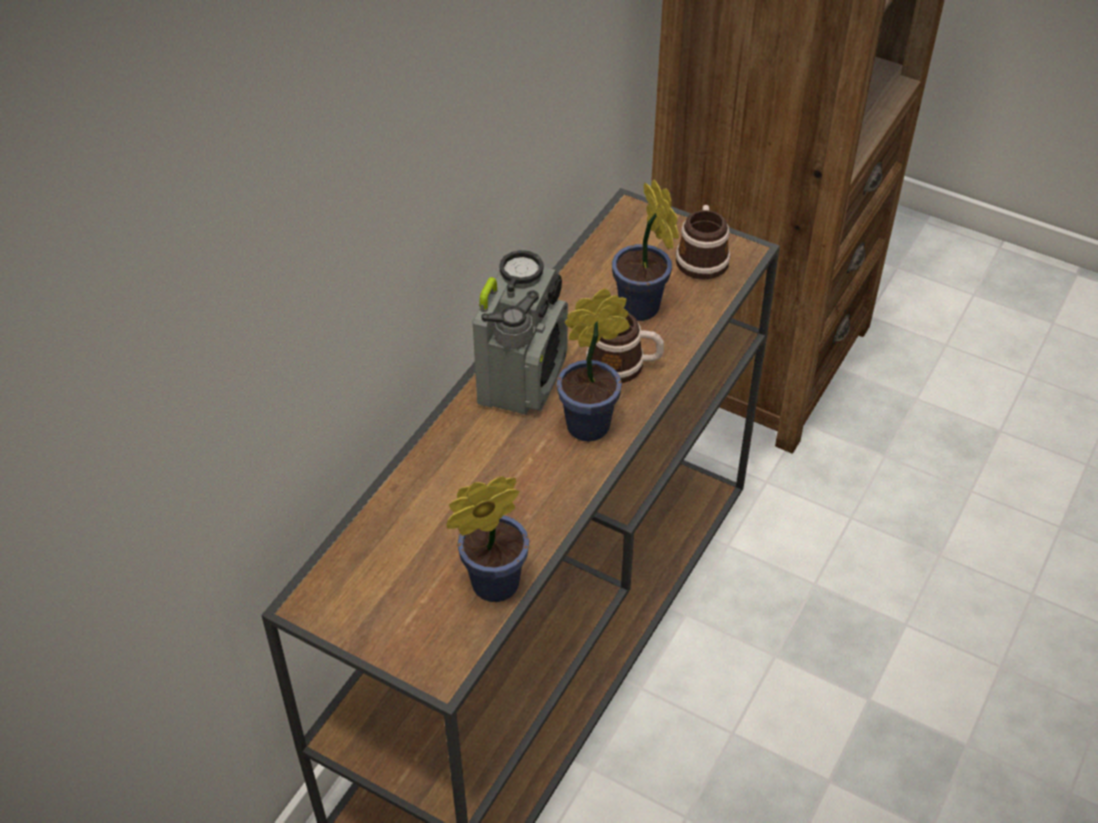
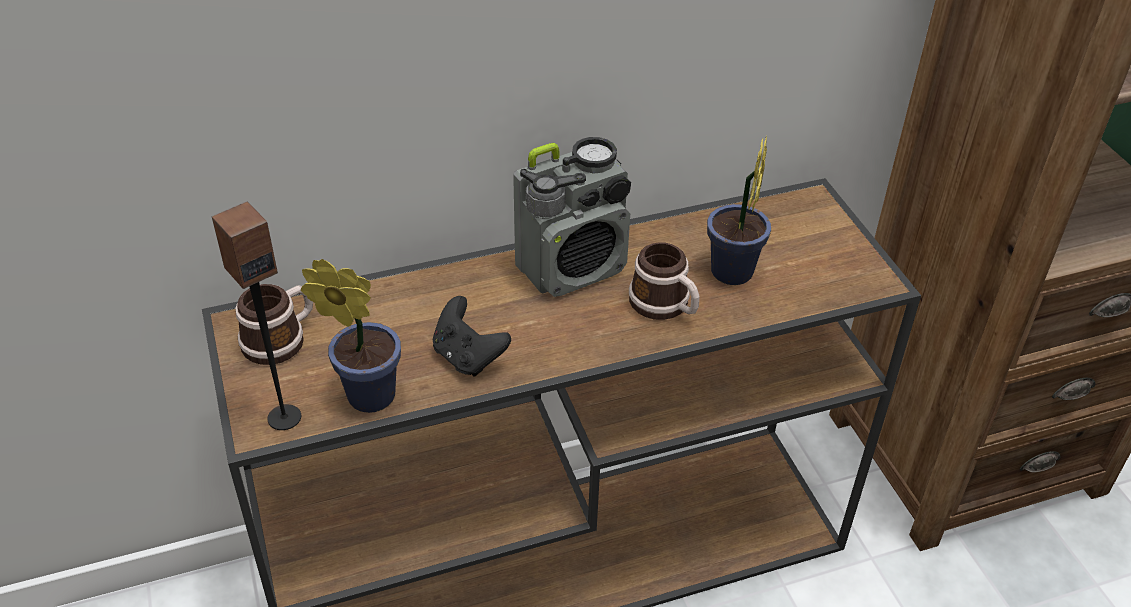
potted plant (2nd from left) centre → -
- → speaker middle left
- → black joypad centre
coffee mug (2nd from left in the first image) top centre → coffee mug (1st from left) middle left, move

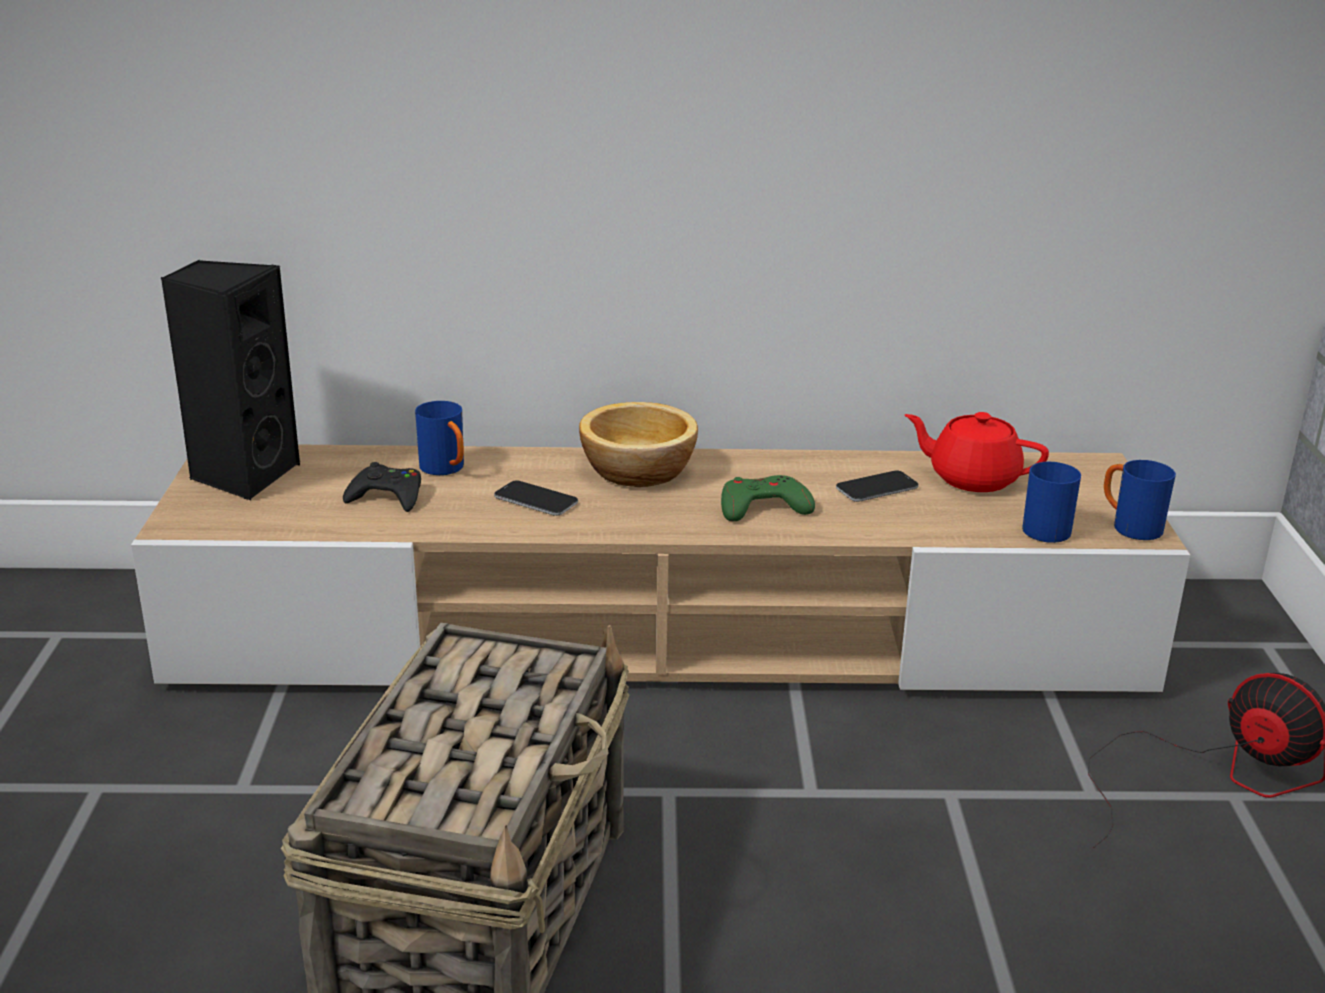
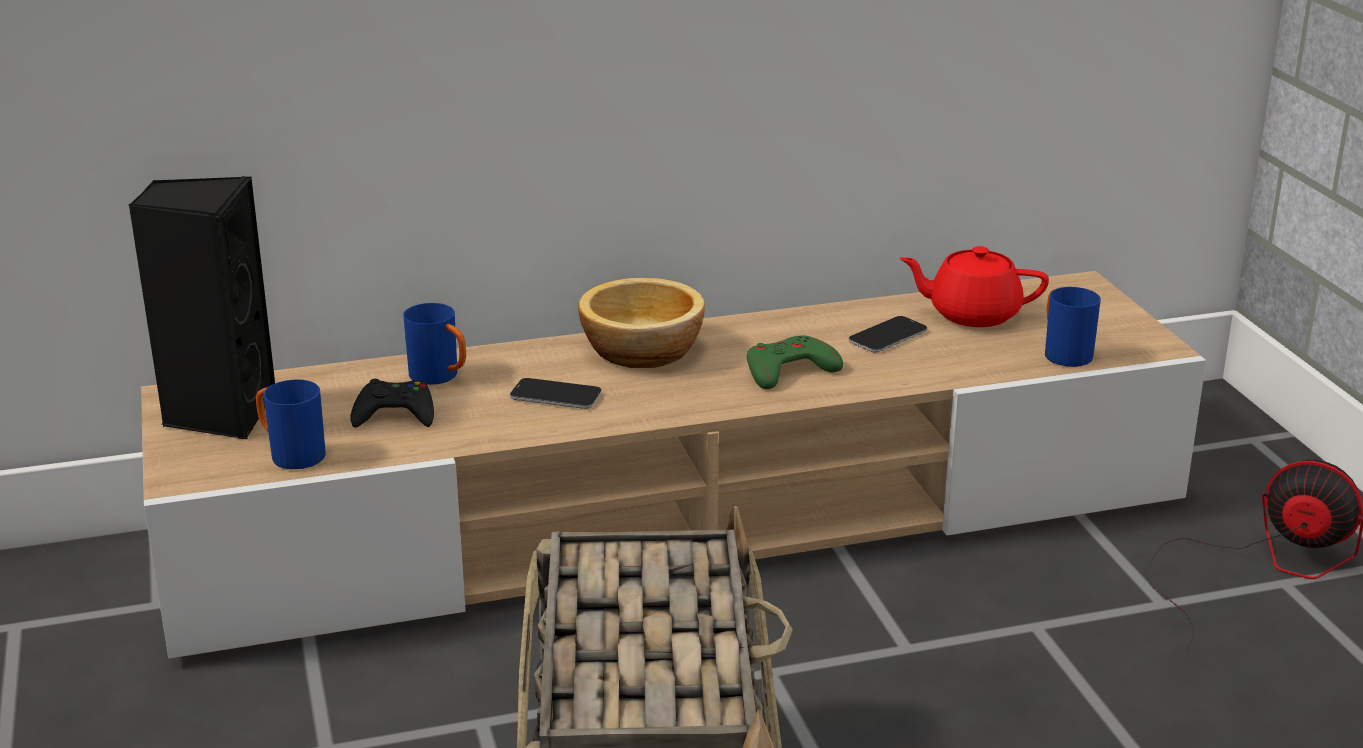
bluish coffee mug (3rd from left in the first image) middle right → bluish coffee mug (1st from left) middle left, move

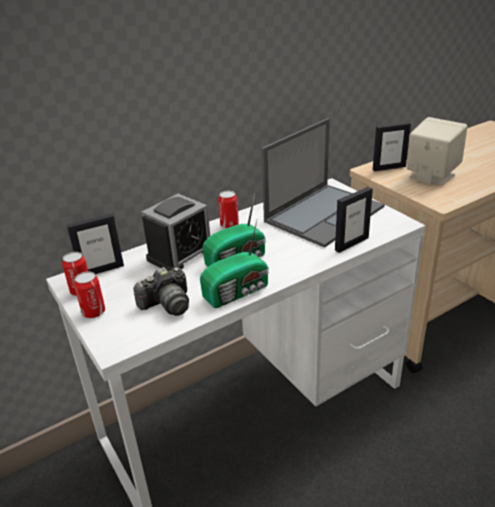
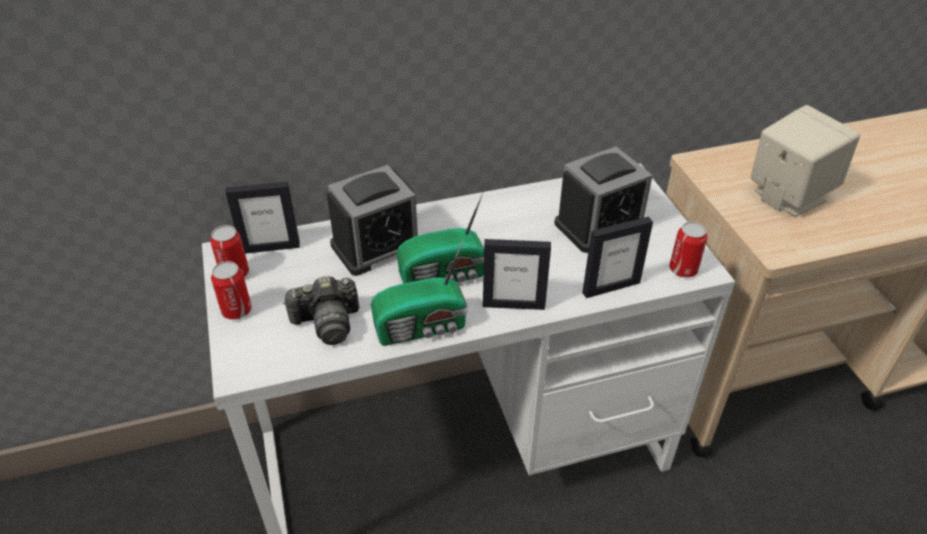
metal can (3rd from left) centre → metal can (3rd from left) middle right, move
photo frame (3rd from left in the first image) top right → photo frame (2nd from left) centre, move
notebook computer centre → table clock (2nd from left) centre

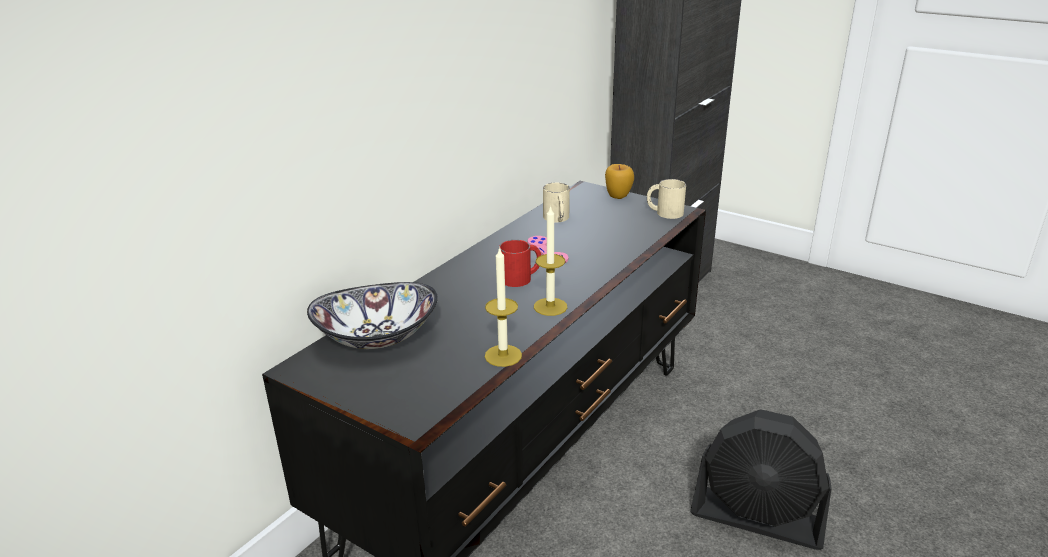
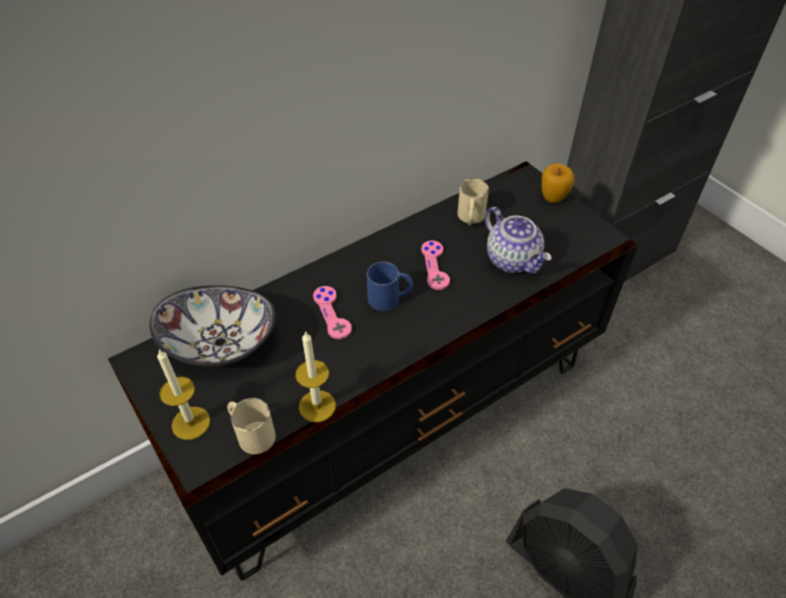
- → pinkish joypad (1st from left) centre
- → pot for tea centre
wax candle (2nd from left in the first image) centre → wax candle (1st from left) middle left, move
beige-coloured coffee mug (2nd from left in the first image) centre → beige-coloured coffee mug (1st from left) bottom left, move
red-coloured coffee mug centre → bluish coffee mug centre

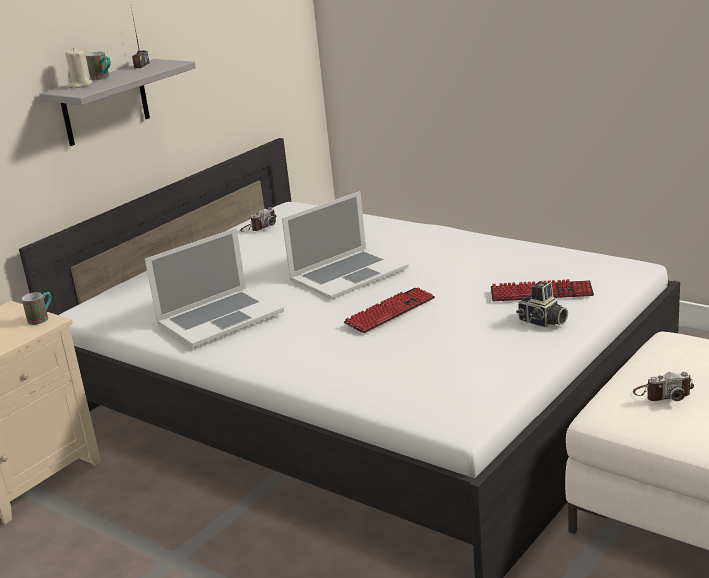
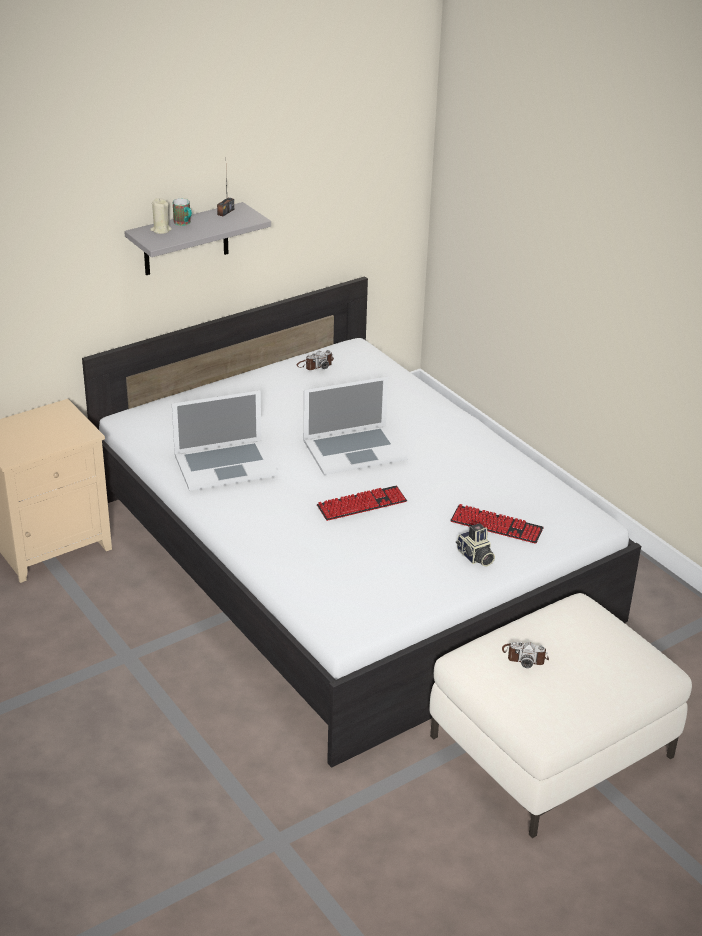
coffee mug (1st from left) middle left → -

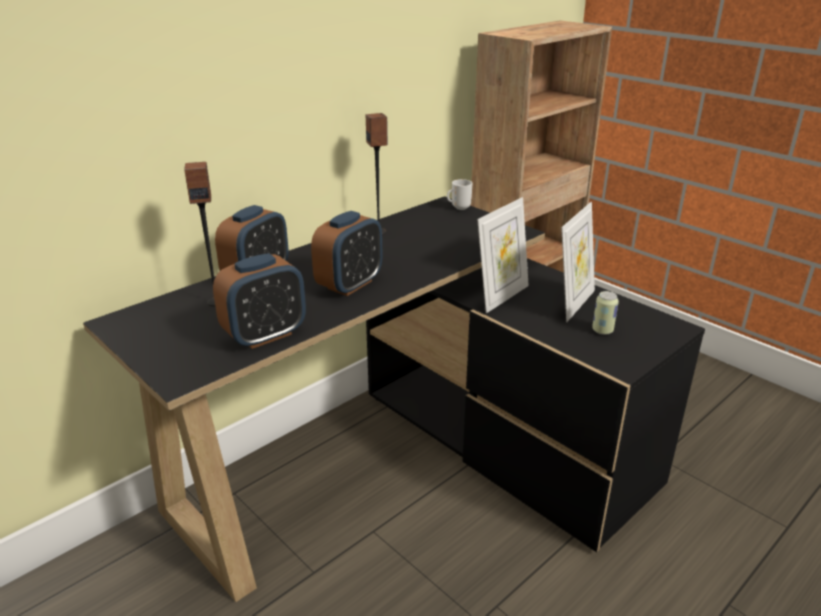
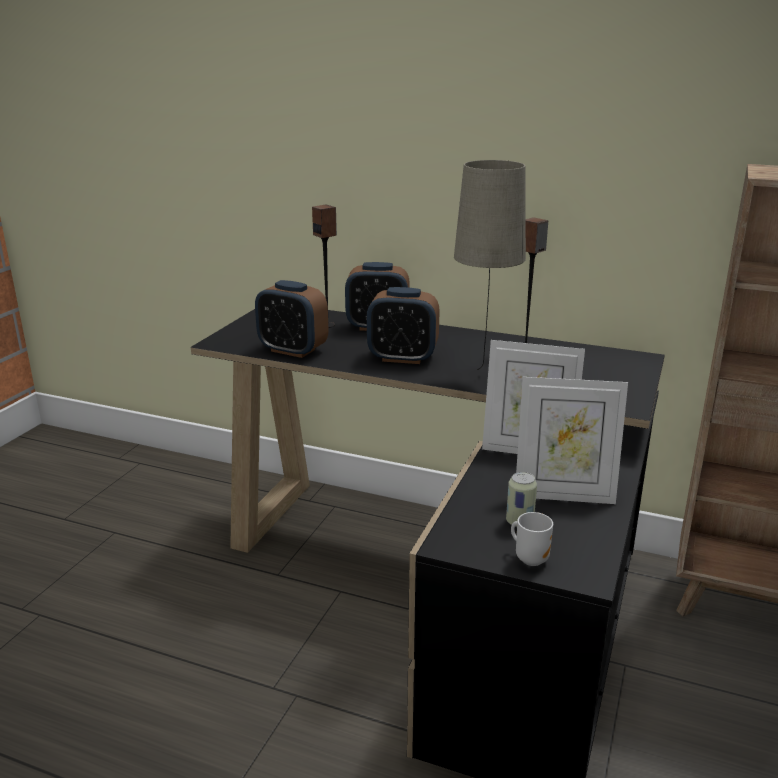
- → beige-coloured tabletop lamp centre
coffee mug top centre → coffee mug bottom right, move

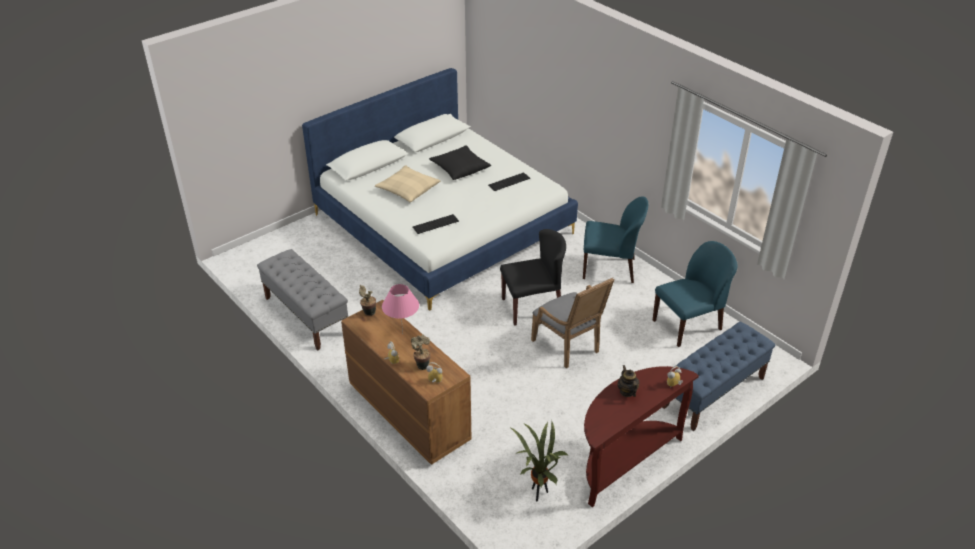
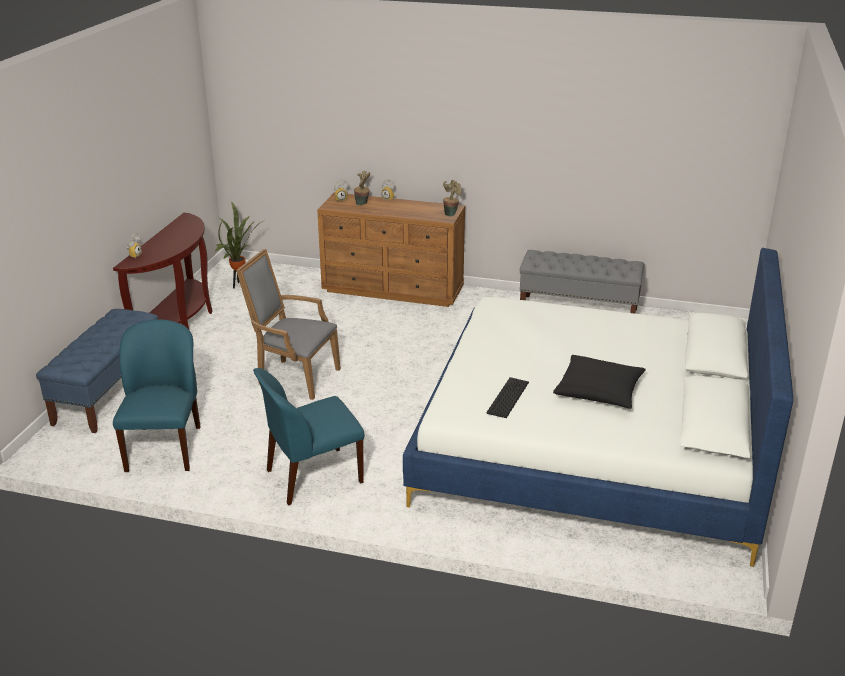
beige-coloured pillow centre → -
pinkish tabletop lamp centre → -
keyboard (1st from left) centre → -
black chair centre → -
pot for tea bottom centre → -
bluish chair (2nd from left in the first image) middle right → bluish chair (1st from left) middle left, 150 degrees clockwise

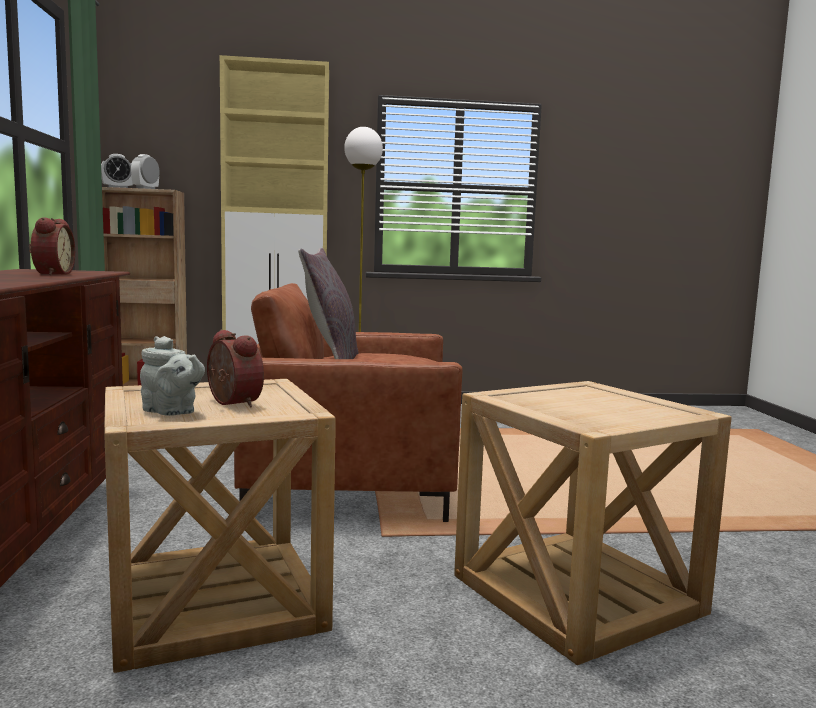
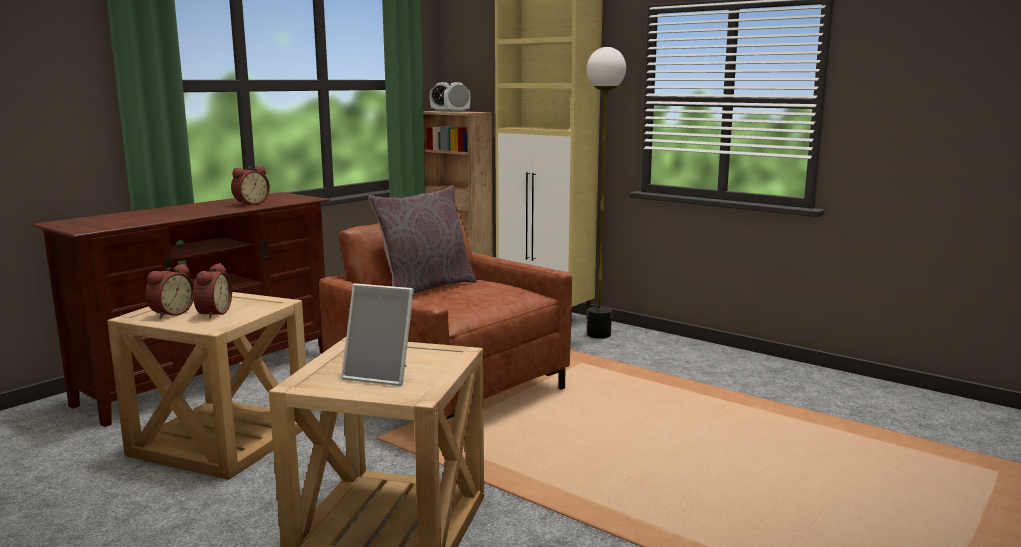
- → photo frame centre
grey pot for tea middle left → table clock (1st from left) middle left

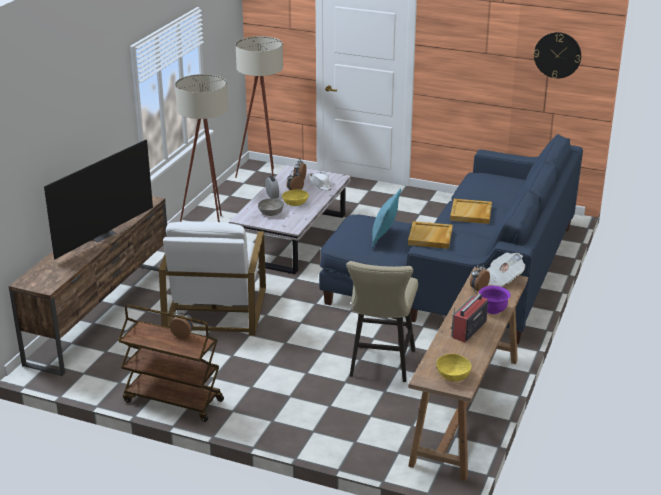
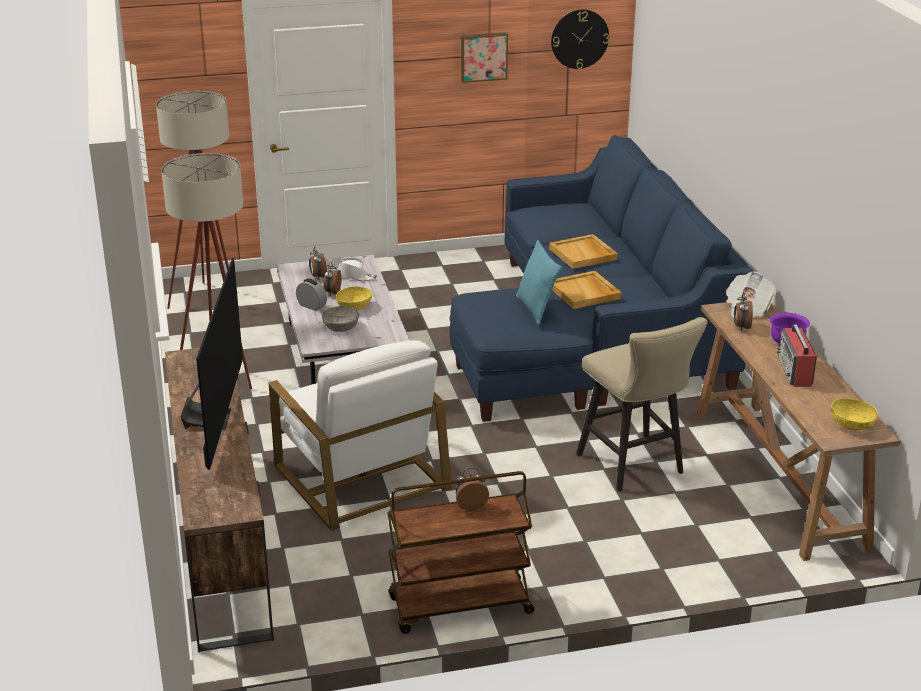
- → wall art top centre

